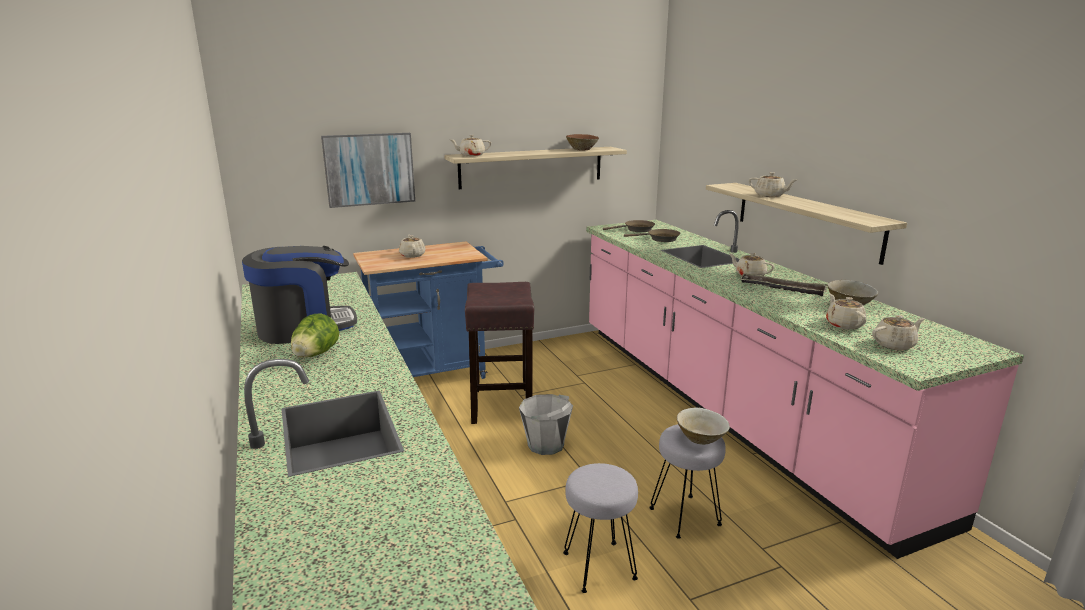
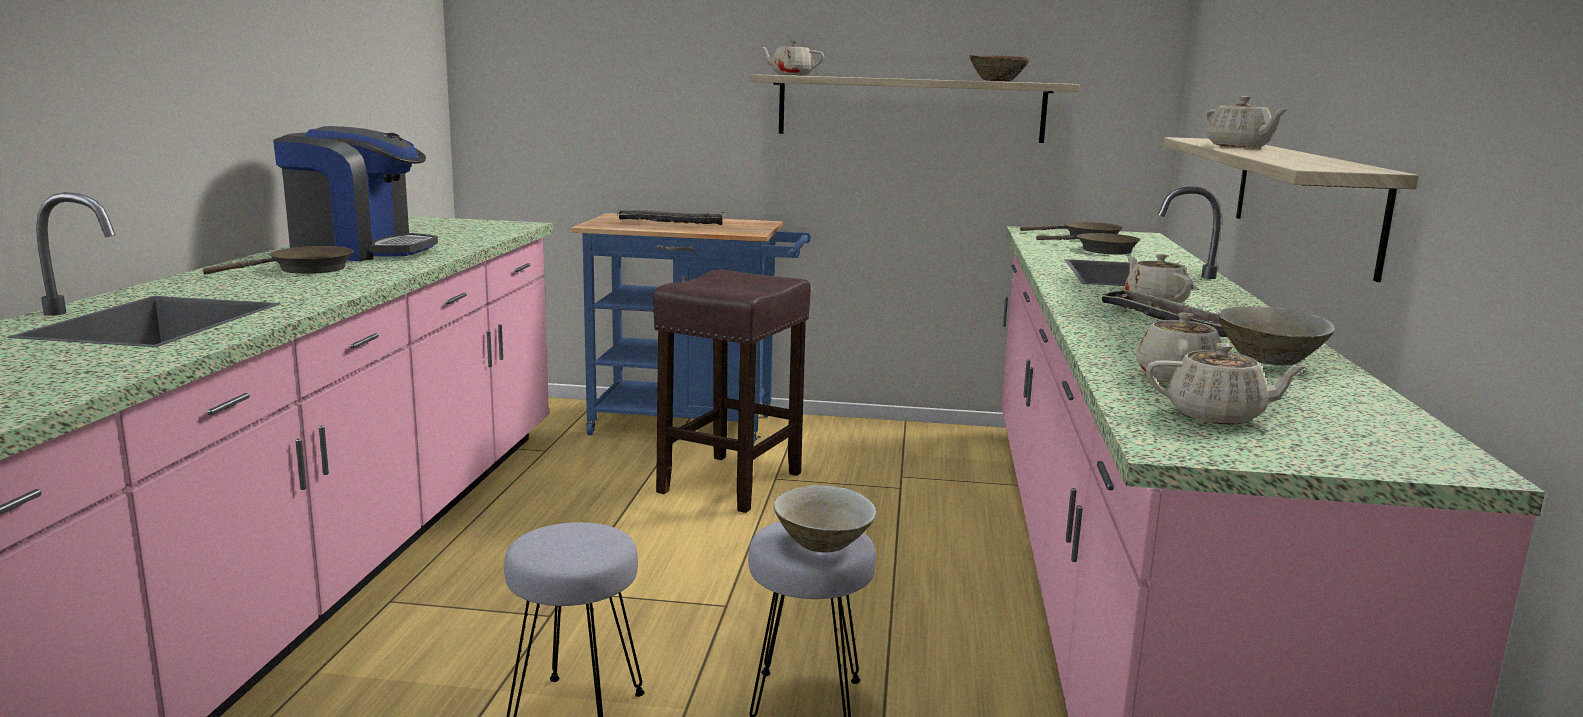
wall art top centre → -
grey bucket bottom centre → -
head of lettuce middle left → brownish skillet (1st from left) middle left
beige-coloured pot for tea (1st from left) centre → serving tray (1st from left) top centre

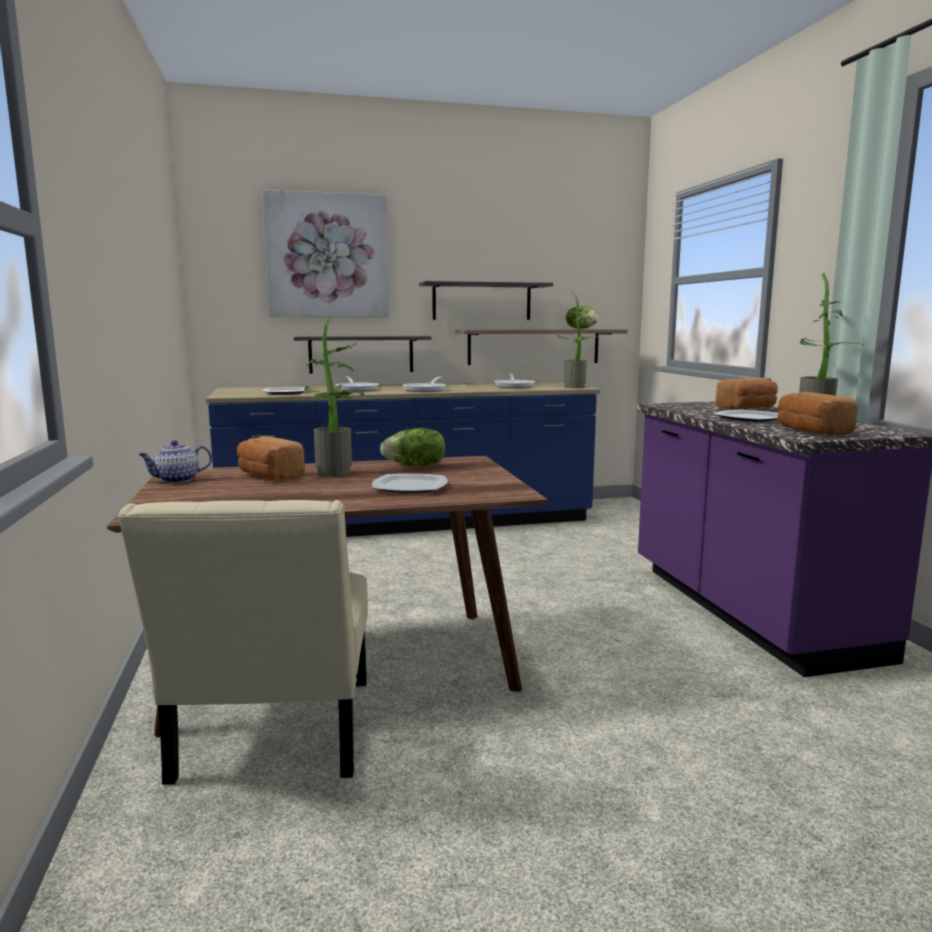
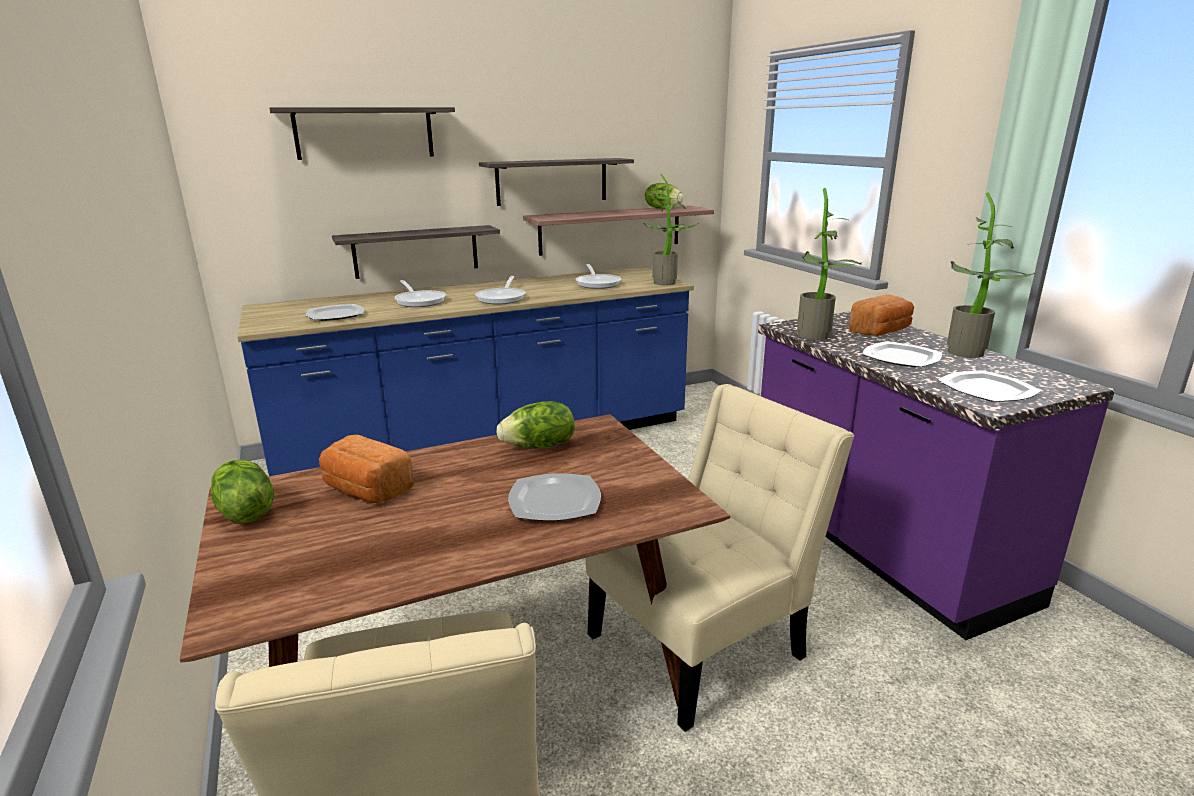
- → beige-coloured chair (2nd from left) bottom centre
potted plant (1st from left in the first image) centre → potted plant (2nd from left) top right, move
pot for tea middle left → head of lettuce (1st from left) middle left
wall art top centre → shelf (1st from left) top left
bakery bread (3rd from left) middle right → flat dish (4th from left) middle right

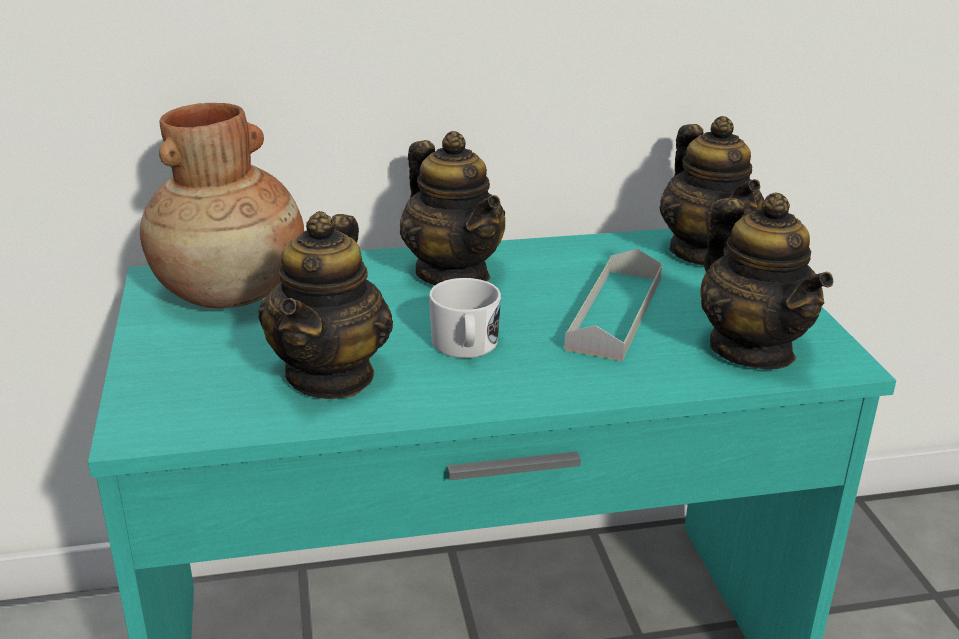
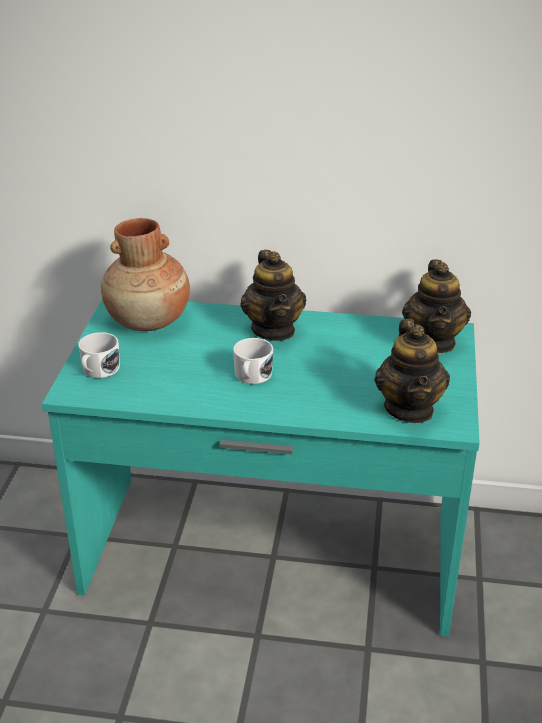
pot for tea (1st from left) centre → -
grey serving tray centre → -
- → whitish coffee mug (1st from left) middle left

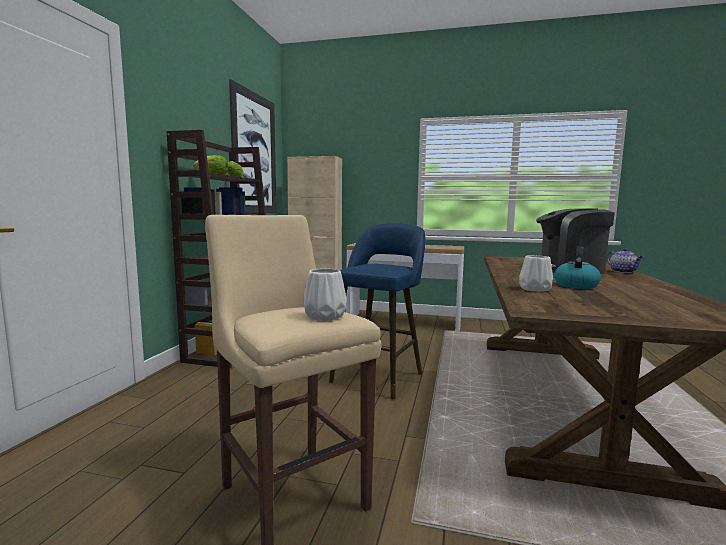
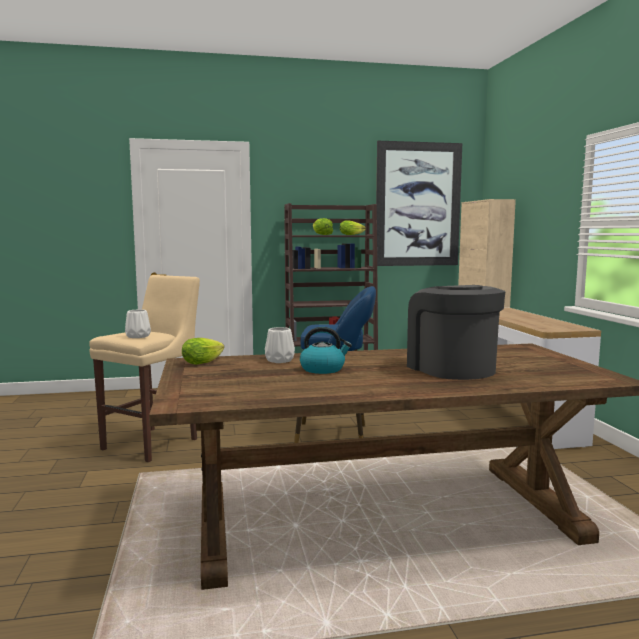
pot for tea middle right → -
- → head of lettuce (1st from left) middle left

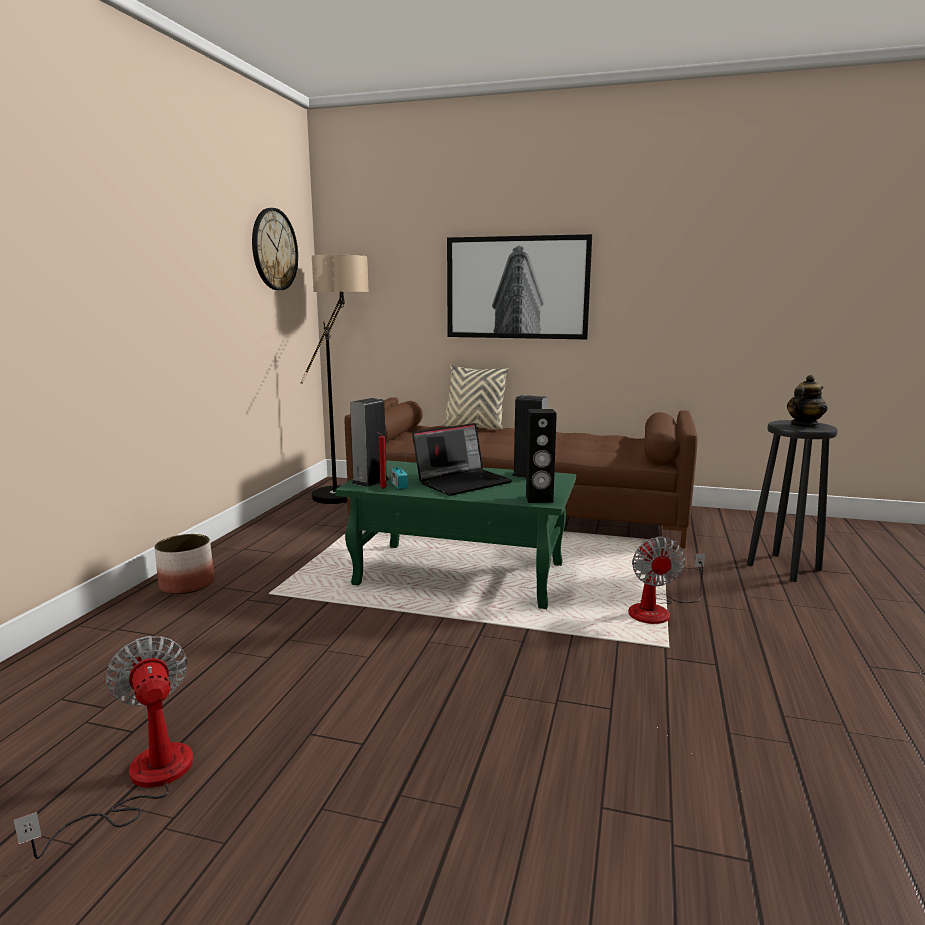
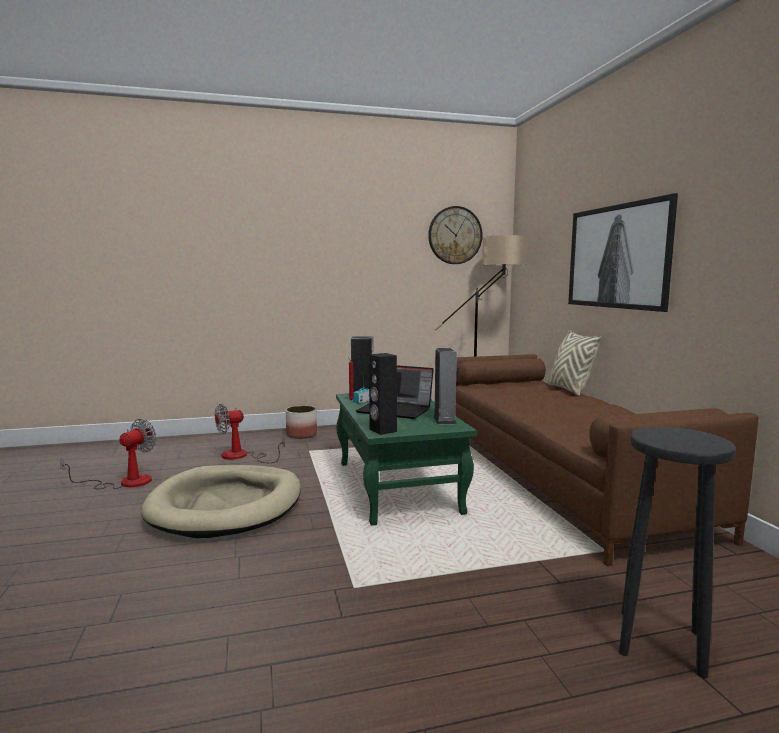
pot for tea middle right → -
- → beige-coloured pet bed bottom left
fan (2nd from left) middle right → fan (2nd from left) middle left, move

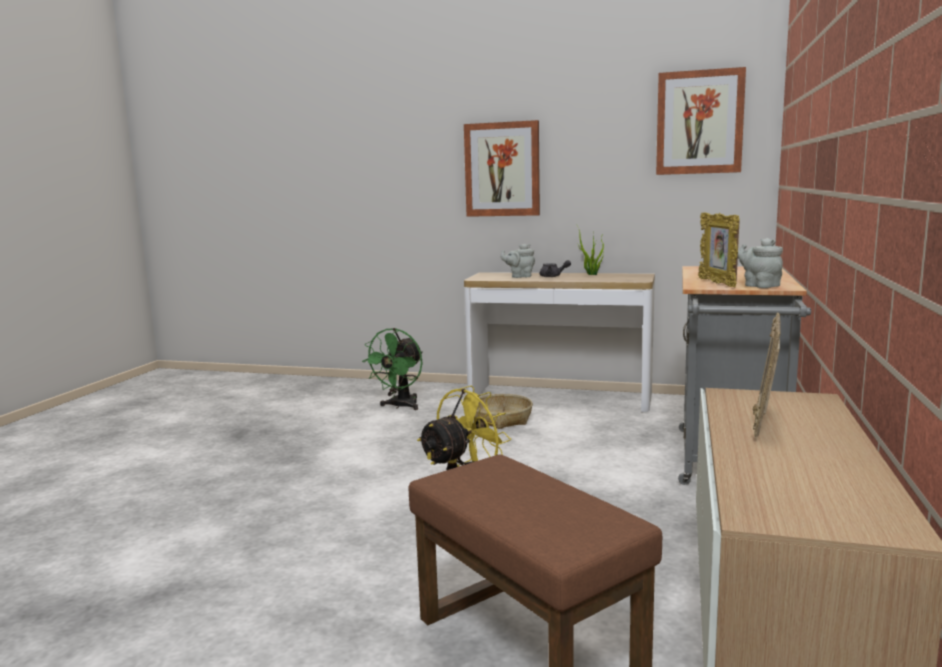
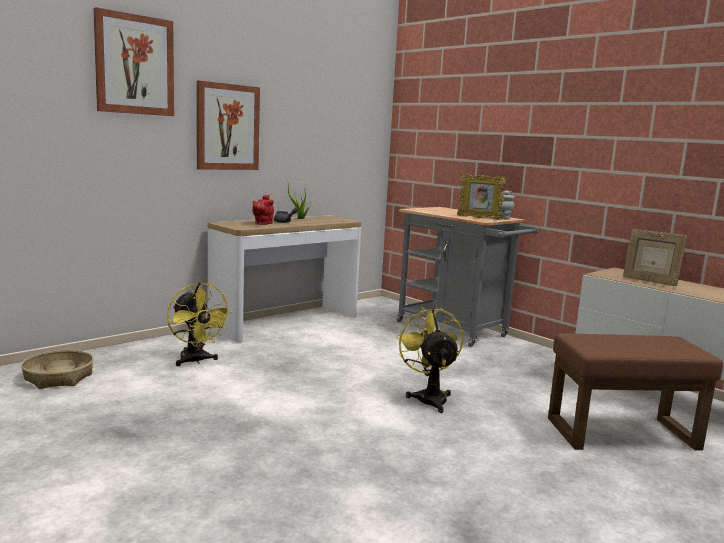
storage basket centre → storage basket bottom left, move
wall art (2nd from left in the first image) top right → wall art (1st from left) top left, move
green fan centre → yellow-coloured fan (1st from left) middle left
grey pot for tea (1st from left) centre → red-coloured pot for tea centre

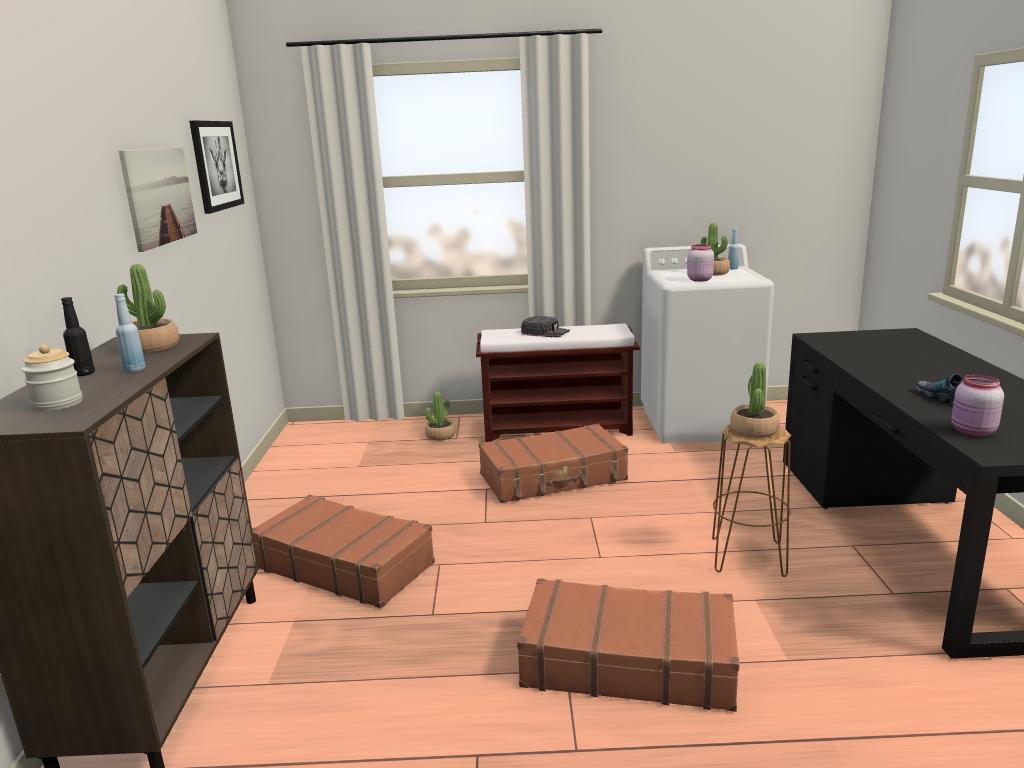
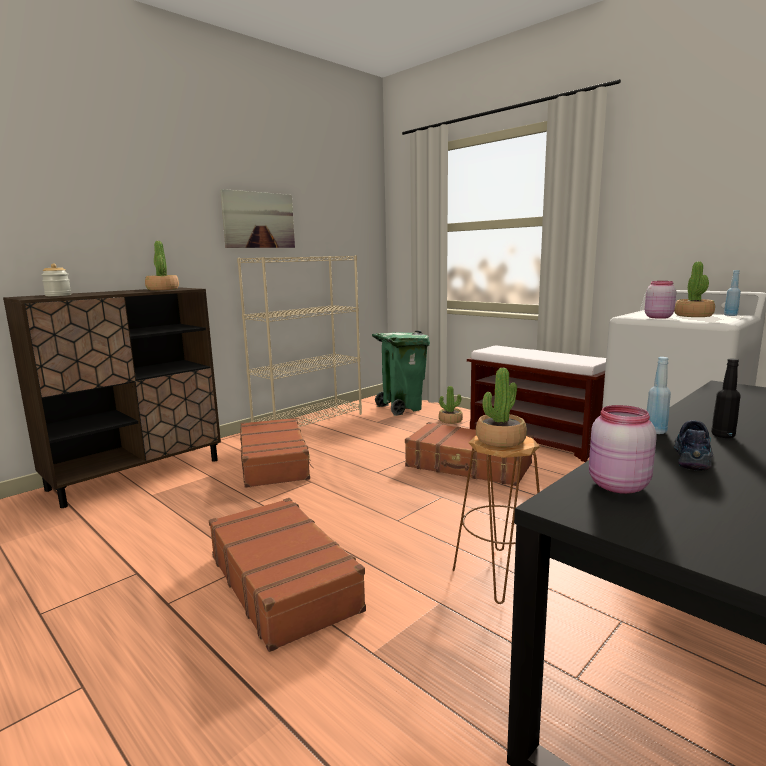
wall art (2nd from left) top left → -
black peaked cap centre → -
- → beige-coloured shelving unit centre
- → green trash can centre
black bottle middle left → black bottle middle right, move
bluish bottle (1st from left) middle left → bluish bottle (1st from left) middle right, move

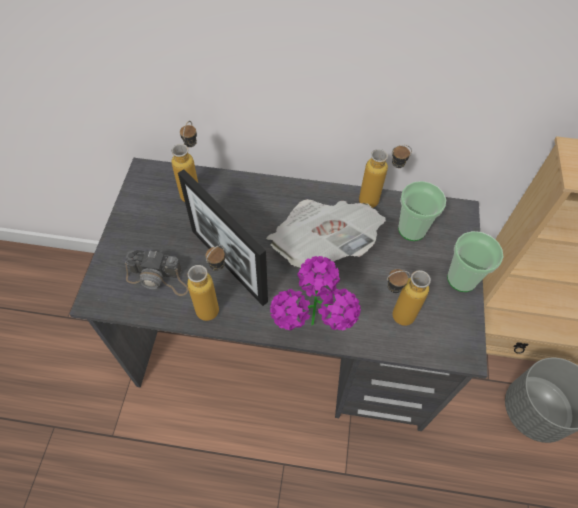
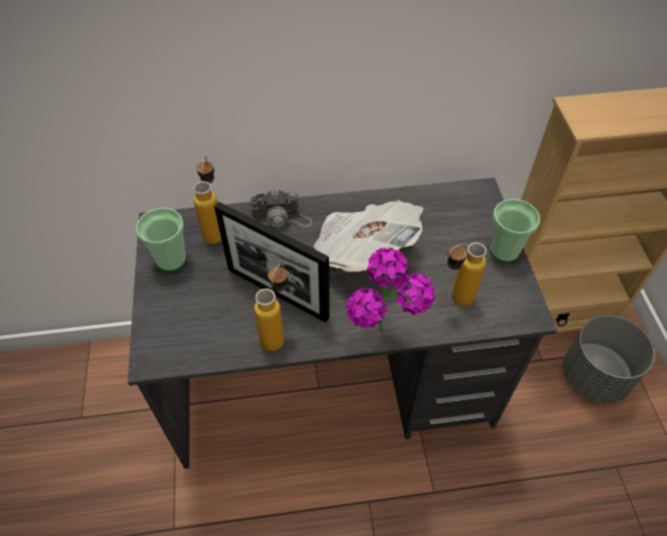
bottle (3rd from left) centre → -
still camera middle left → still camera centre, move
drinking cup (1st from left) middle right → drinking cup (1st from left) middle left, move

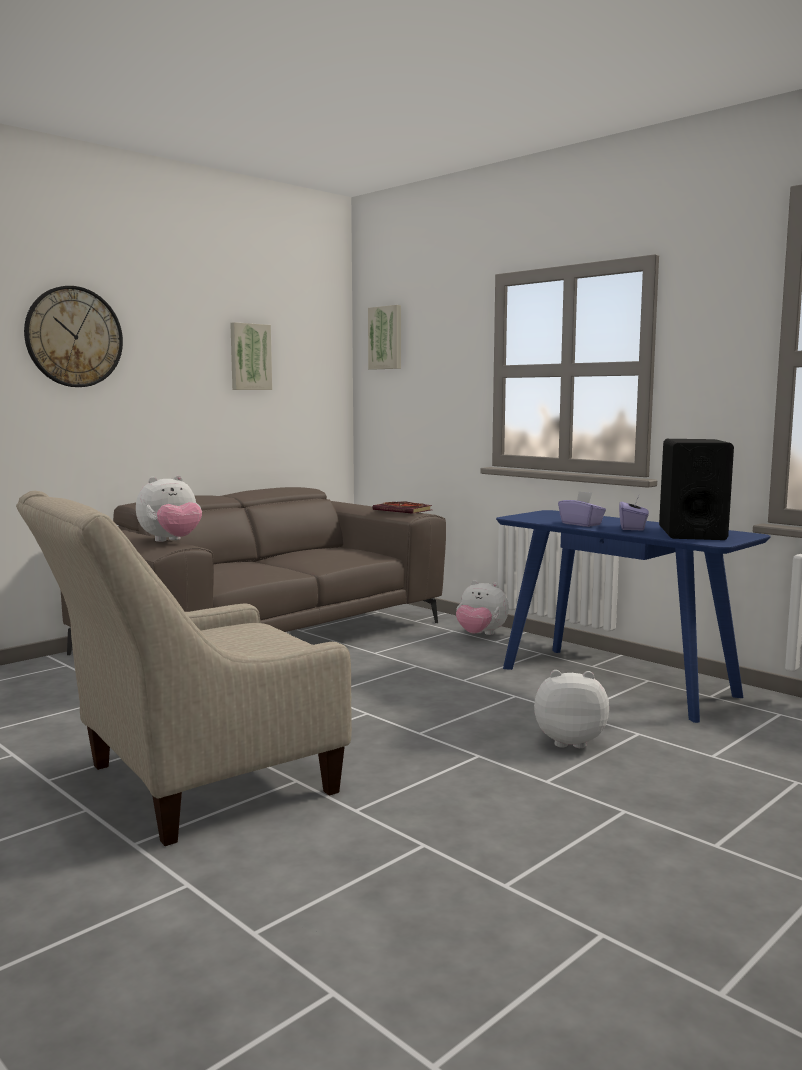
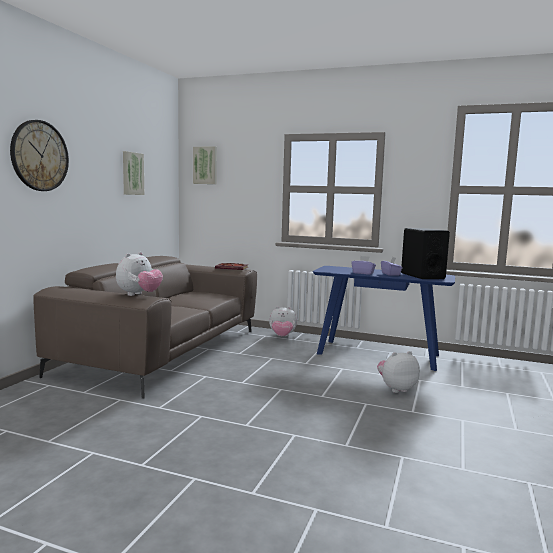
beige-coloured lounge chair middle left → -

